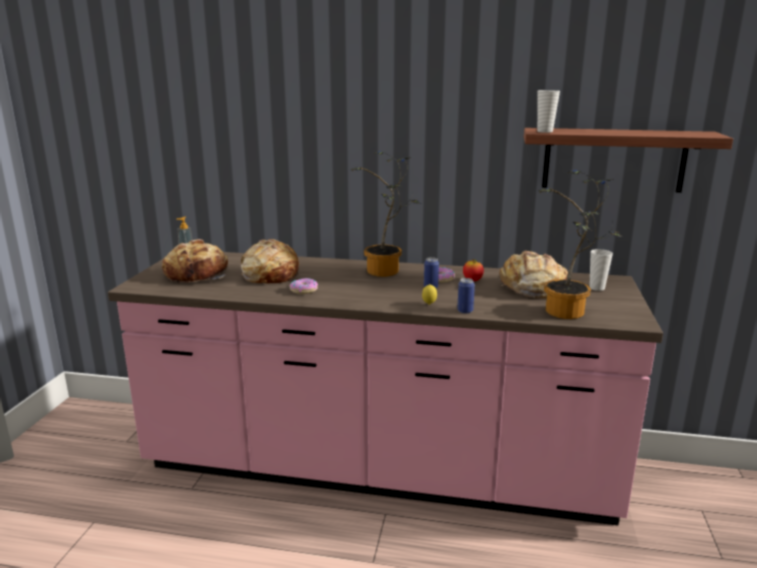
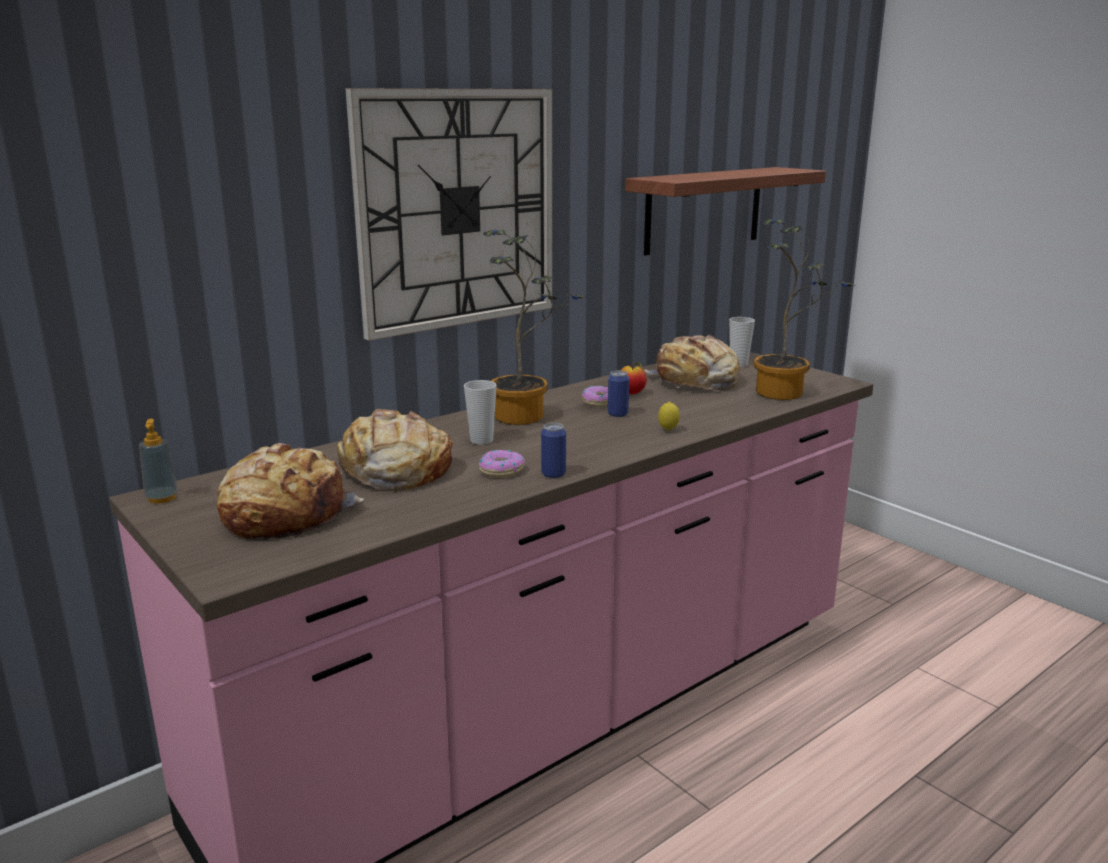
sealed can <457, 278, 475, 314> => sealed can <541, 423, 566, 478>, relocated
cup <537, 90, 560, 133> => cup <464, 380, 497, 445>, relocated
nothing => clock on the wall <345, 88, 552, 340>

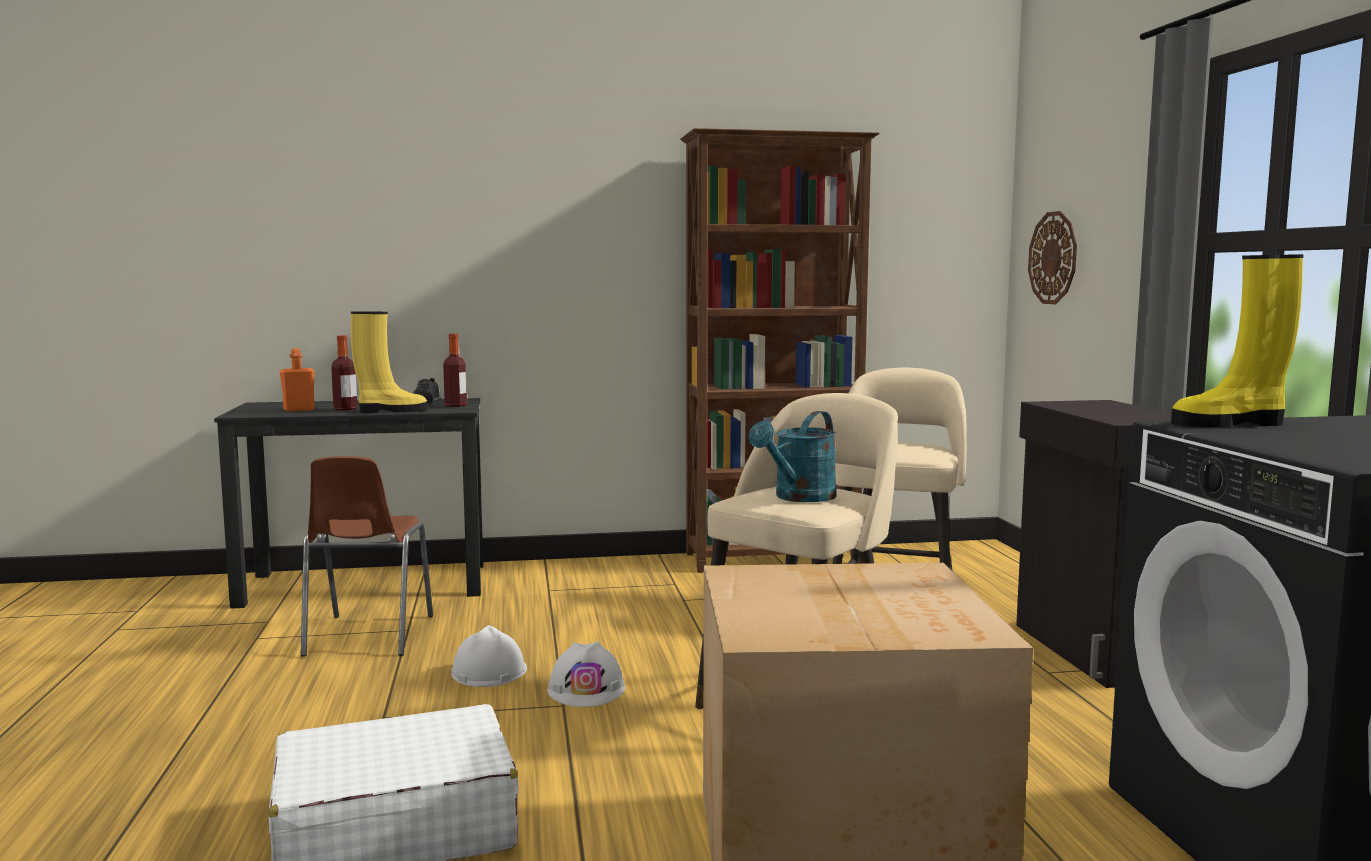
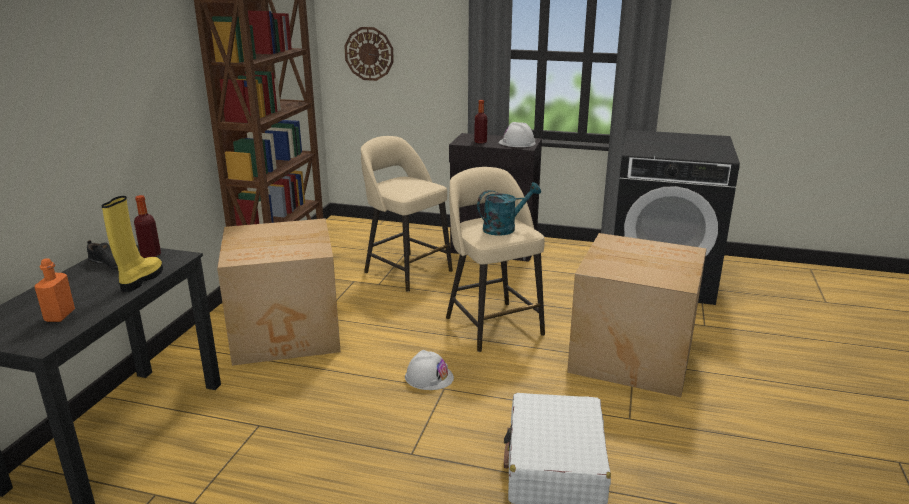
plain chair/brown-coloured <301, 456, 433, 657> => nothing
drink bottle <331, 335, 357, 410> => drink bottle <474, 100, 487, 143>, relocated
work helmet/white-coloured <451, 625, 527, 687> => work helmet/white-coloured <498, 122, 536, 147>, relocated
sprinkling can/blue-green <749, 411, 837, 502> => sprinkling can/blue-green <477, 182, 541, 236>, 90 degrees counterclockwise
boot/yellowish <1171, 254, 1304, 427> => nothing
nothing => carton <217, 218, 341, 366>

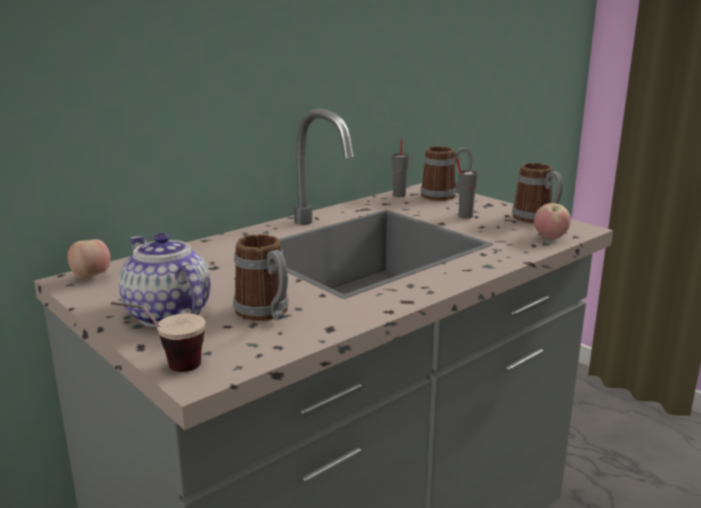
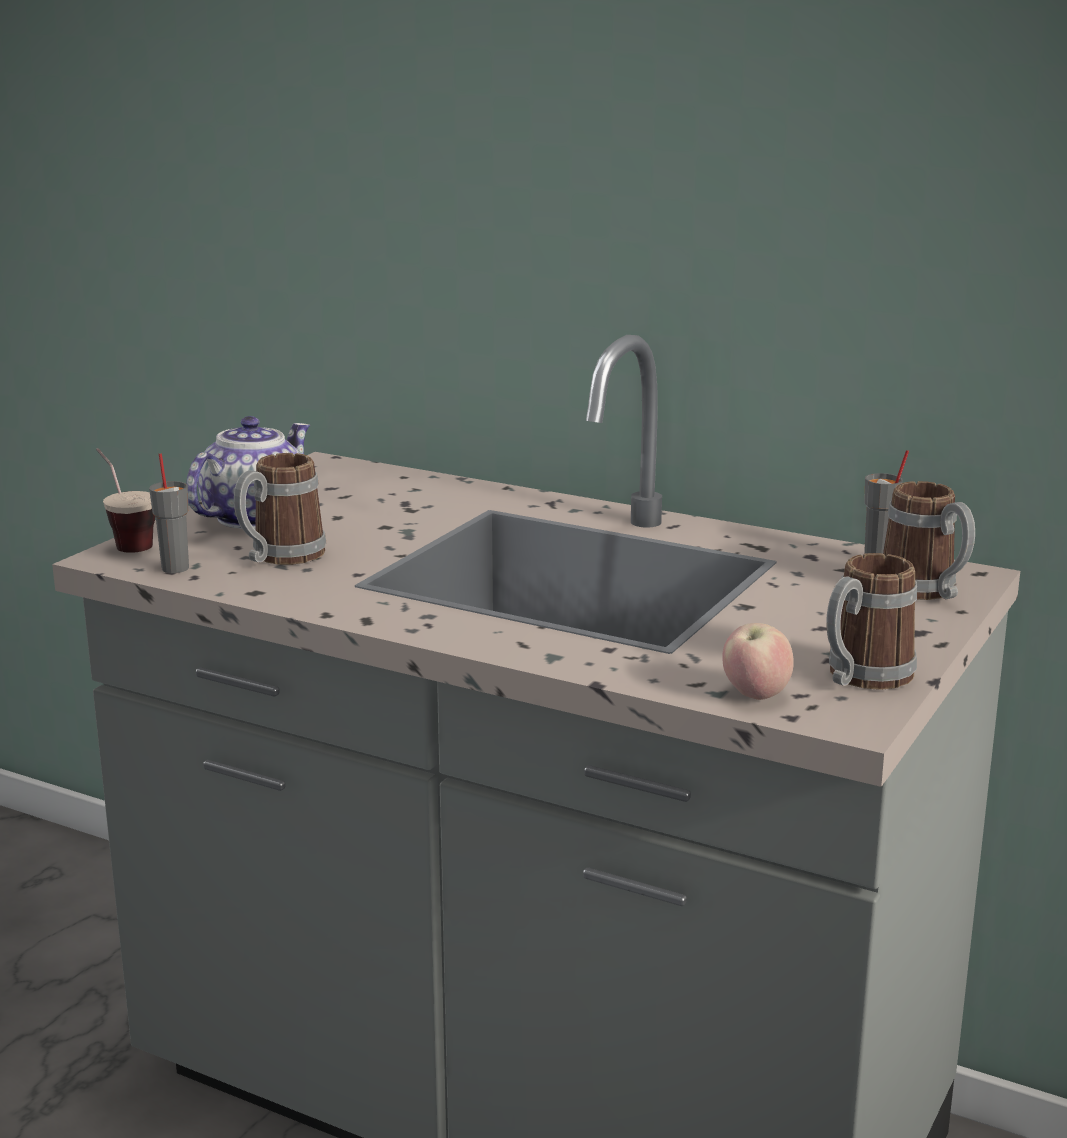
whole apple <67, 240, 111, 279> => nothing
cup/grey <456, 158, 478, 219> => cup/grey <149, 453, 189, 573>, relocated

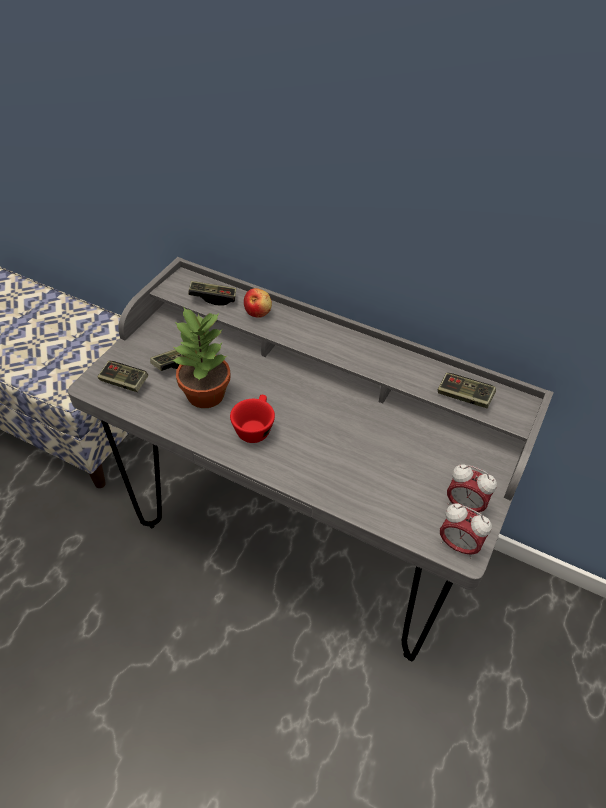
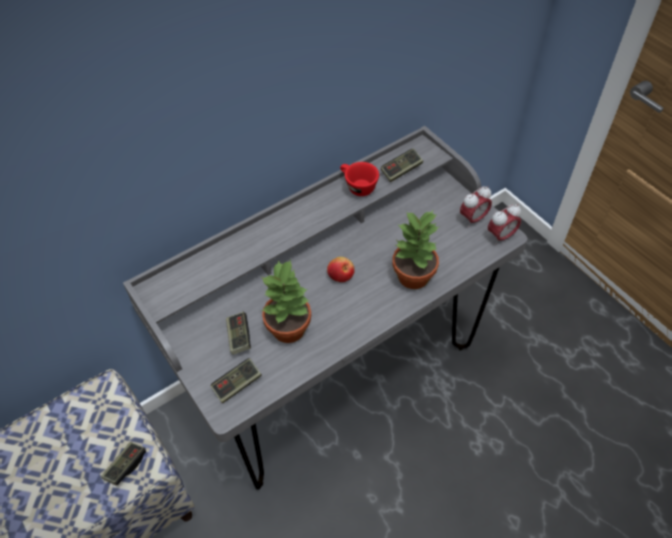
game controller <188, 281, 236, 306> => game controller <101, 442, 146, 486>, relocated
cup/red-coloured <230, 395, 275, 443> => cup/red-coloured <340, 162, 379, 196>, relocated
whole apple <244, 288, 272, 318> => whole apple <327, 257, 355, 282>, relocated
nothing => potted plant <392, 211, 440, 289>

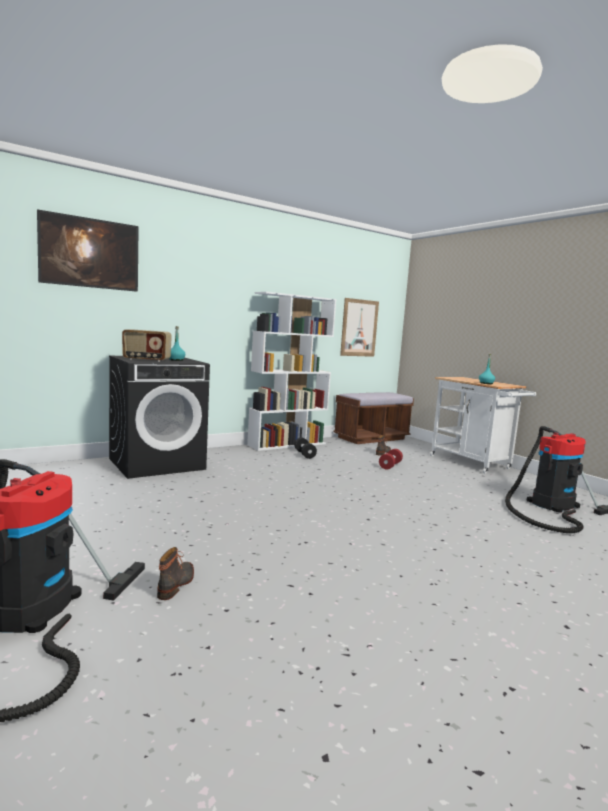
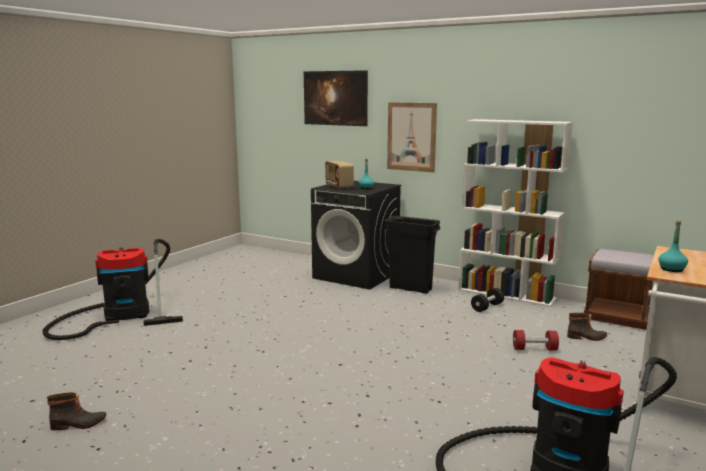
boot <157, 547, 194, 600> => boot <47, 392, 106, 430>, relocated
wall picture <340, 298, 379, 357> => wall picture <387, 102, 437, 172>, relocated
nothing => trash can/black-coloured <384, 216, 441, 294>

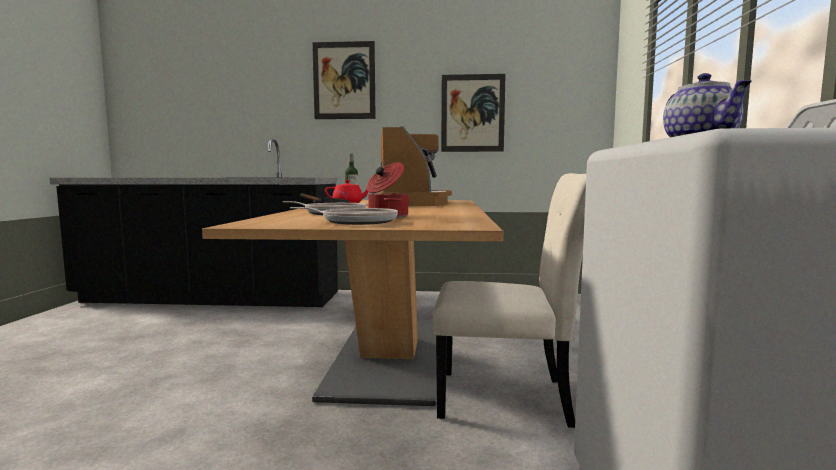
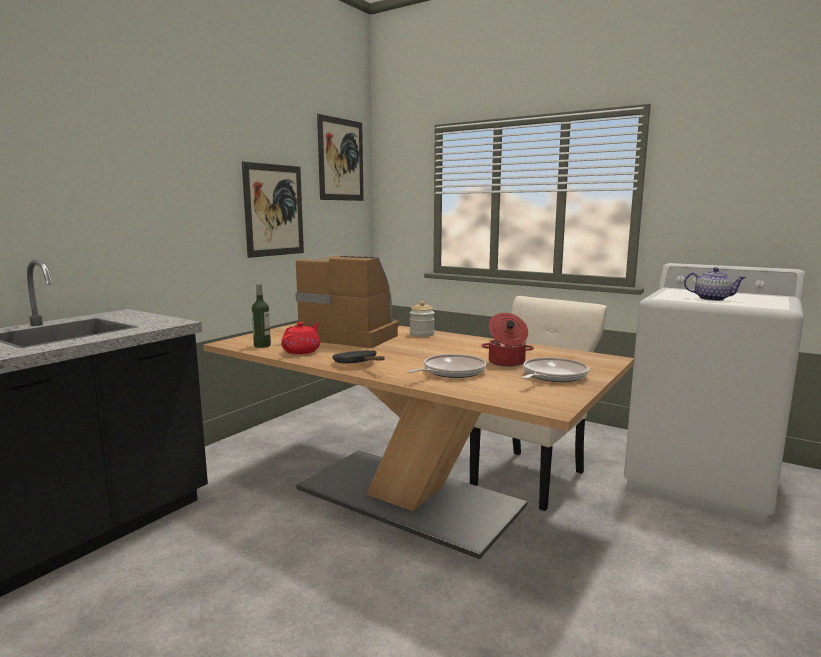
wall picture <312, 41, 376, 119> => wall picture <317, 114, 364, 201>, relocated
nothing => preserve jar <410, 301, 435, 337>

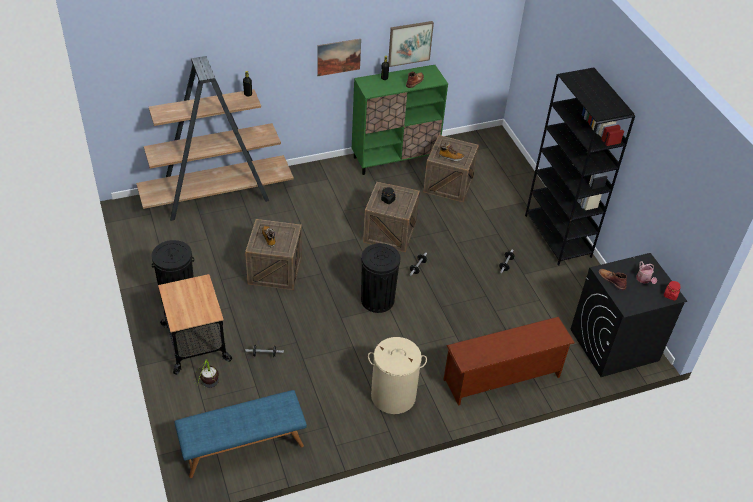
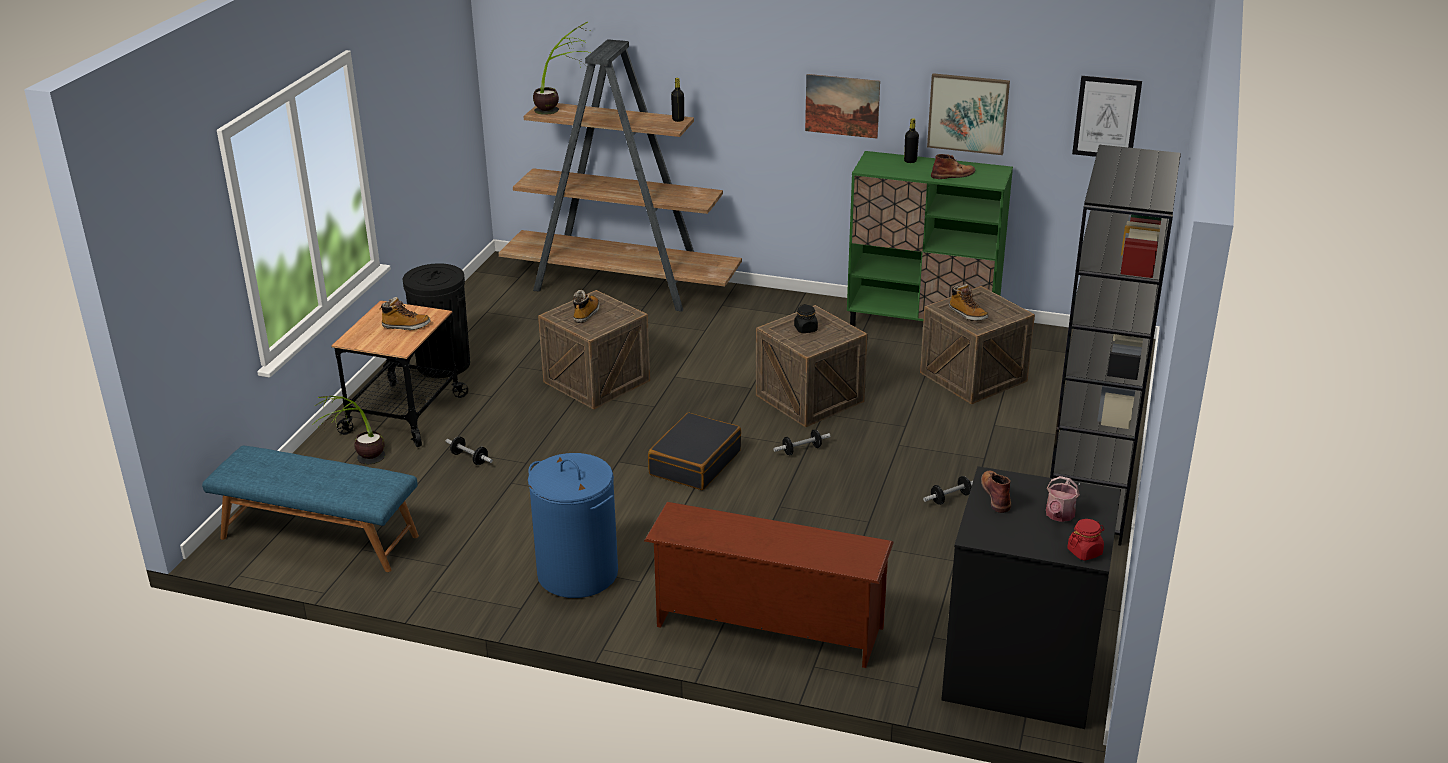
trash can/black-coloured <361, 243, 400, 313> => piece of luggage/black-coloured <648, 413, 741, 490>
hamper/sand-coloured <368, 337, 427, 414> => hamper/bluish <528, 453, 618, 598>
nothing => boot <380, 297, 430, 330>
nothing => potted plant <533, 21, 590, 115>
nothing => wall picture <1072, 76, 1142, 157>

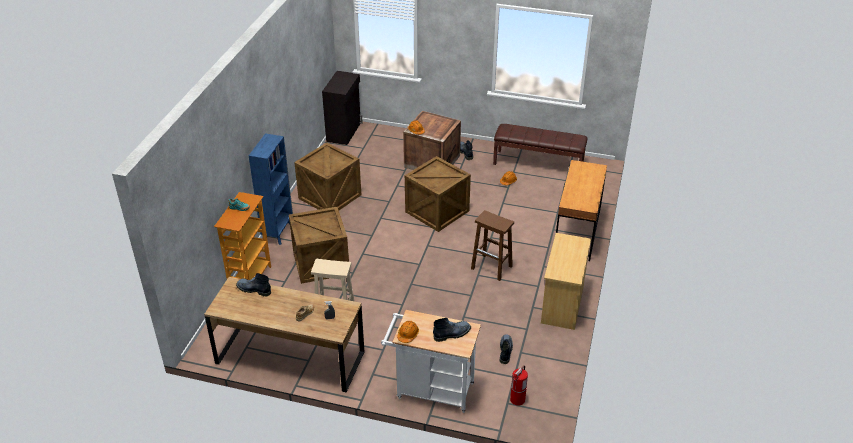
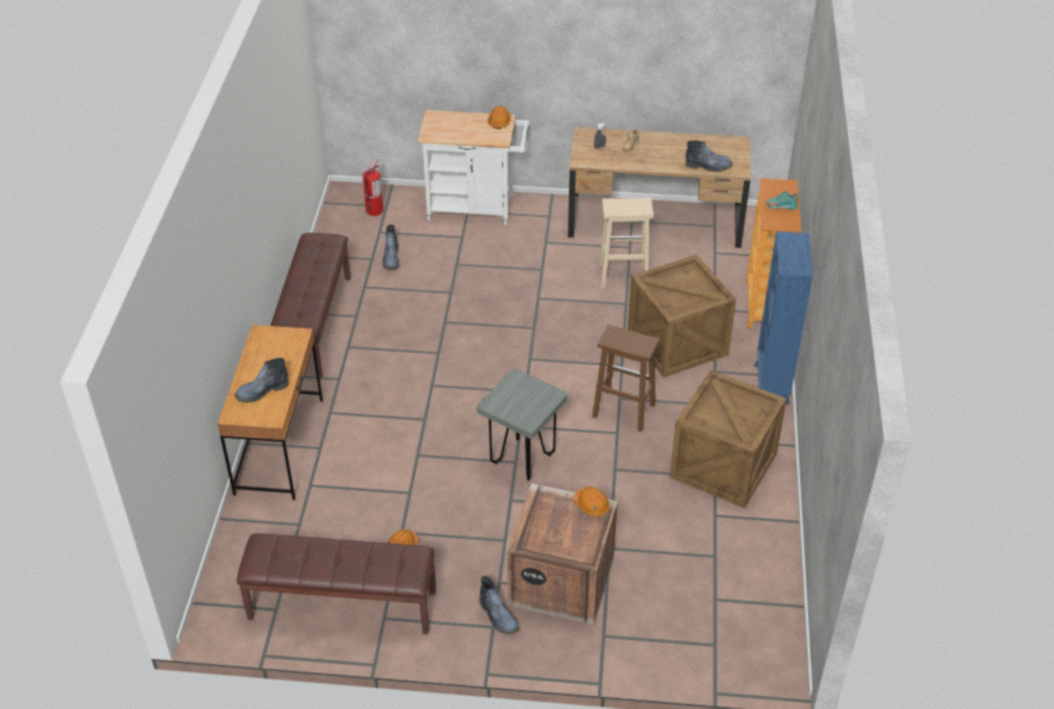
storage cabinet/black-coloured <322, 71, 363, 145> => nothing
crate <405, 156, 471, 232> => stool seat/grey <477, 368, 567, 481>
boot <433, 318, 471, 342> => boot <234, 358, 289, 403>, relocated
stool seat/brown-coloured <471, 210, 514, 281> => stool seat/brown-coloured <592, 325, 660, 432>, relocated
dresser/sand-coloured <541, 233, 591, 330> => bench/brown-coloured <270, 233, 351, 379>

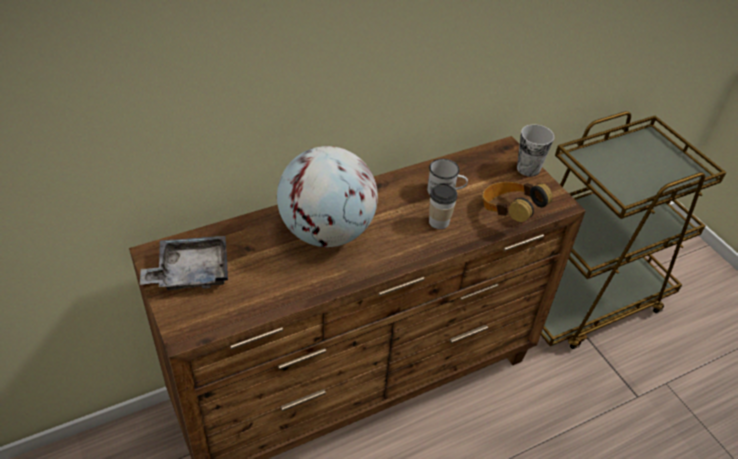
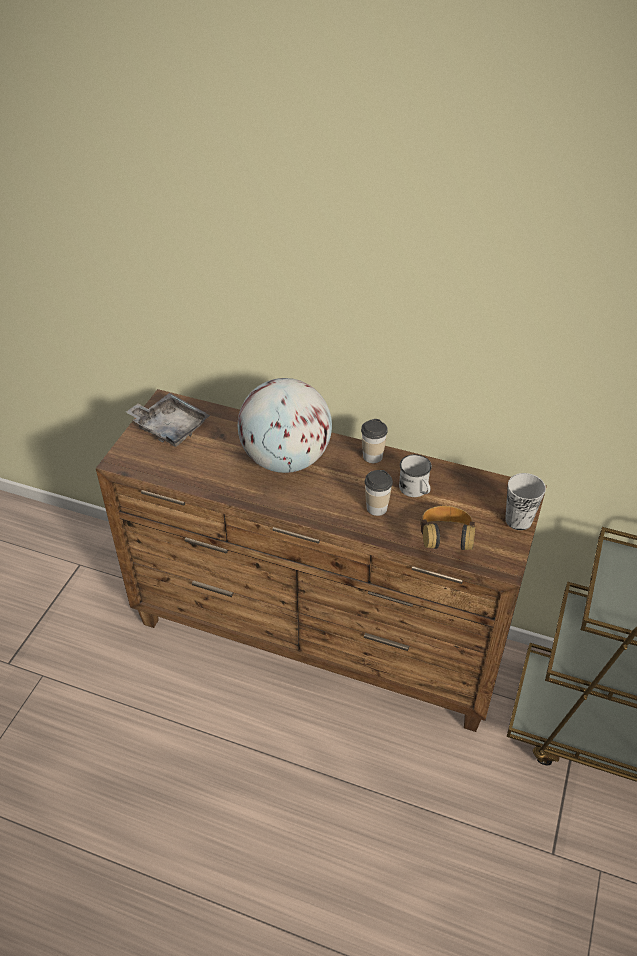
nothing => cup <361, 419, 388, 463>

